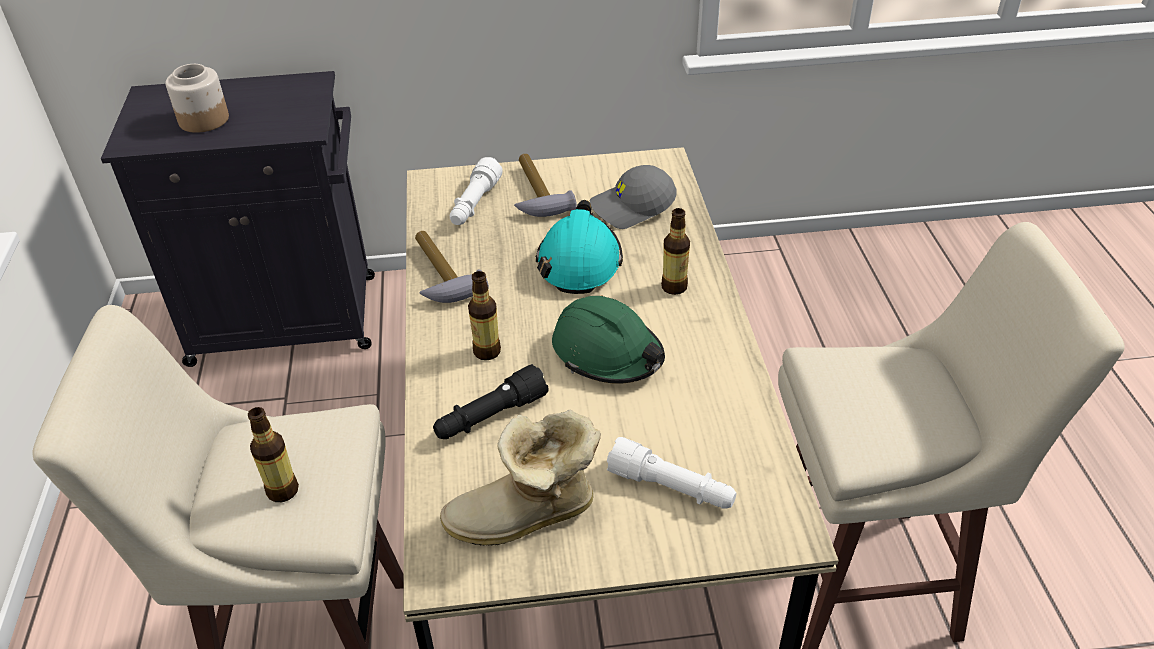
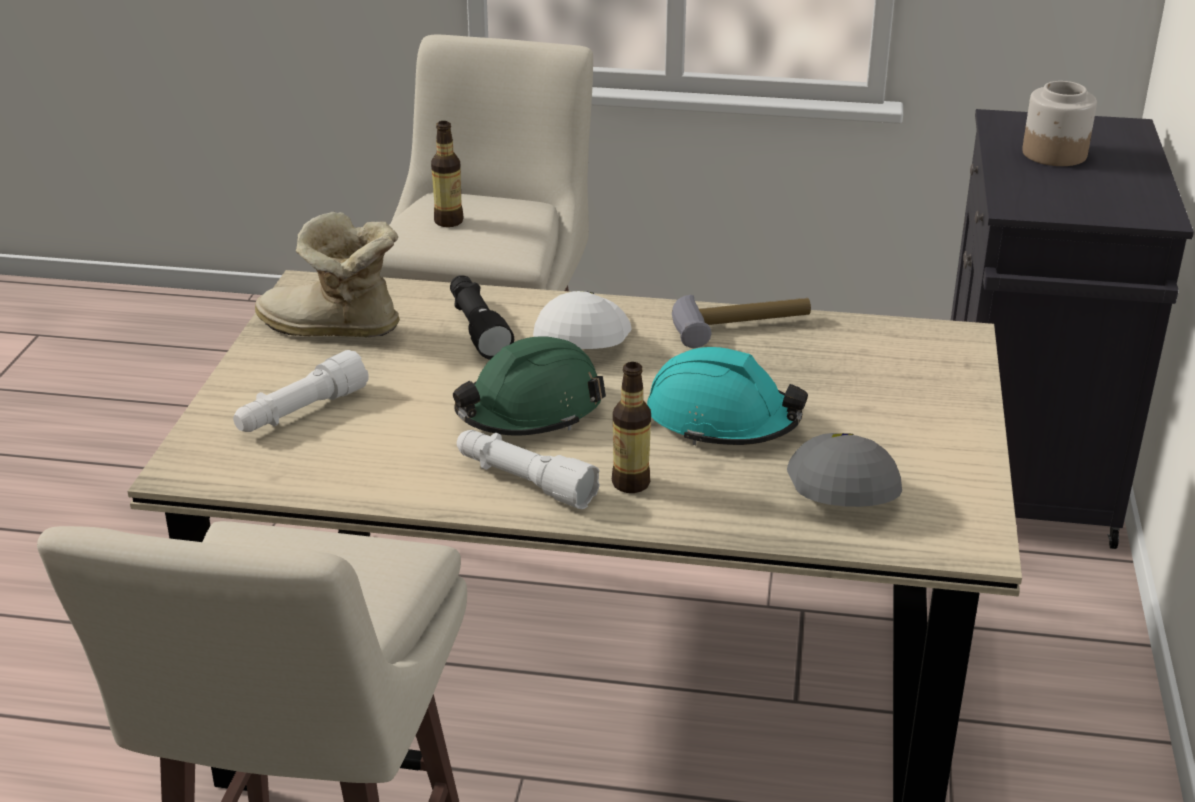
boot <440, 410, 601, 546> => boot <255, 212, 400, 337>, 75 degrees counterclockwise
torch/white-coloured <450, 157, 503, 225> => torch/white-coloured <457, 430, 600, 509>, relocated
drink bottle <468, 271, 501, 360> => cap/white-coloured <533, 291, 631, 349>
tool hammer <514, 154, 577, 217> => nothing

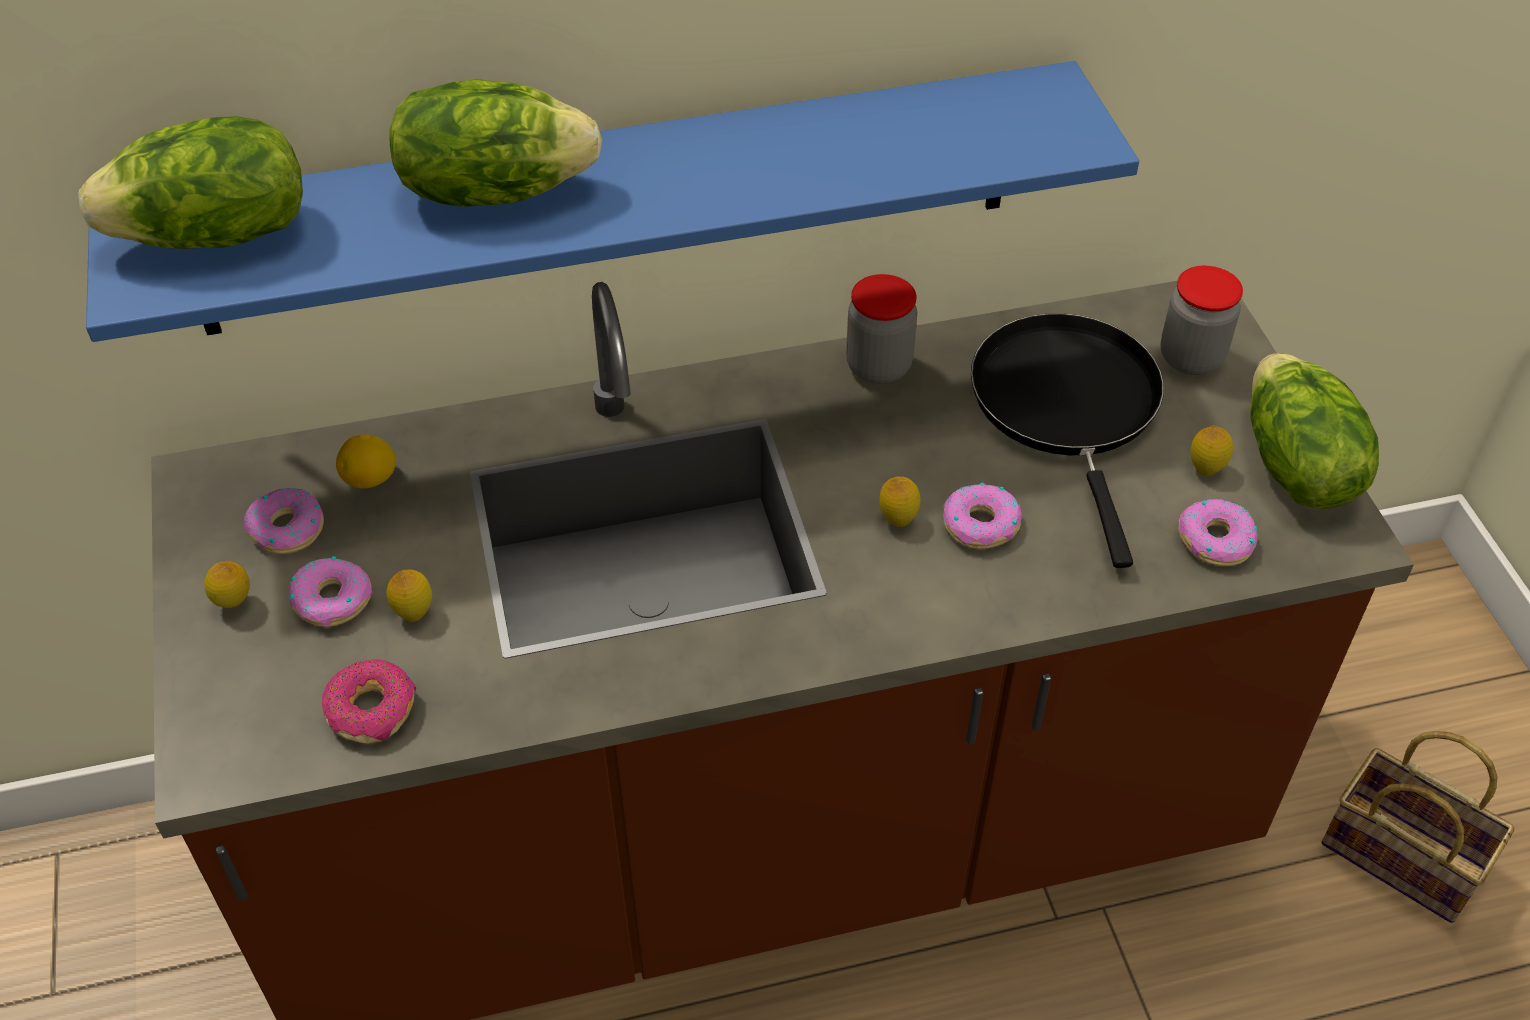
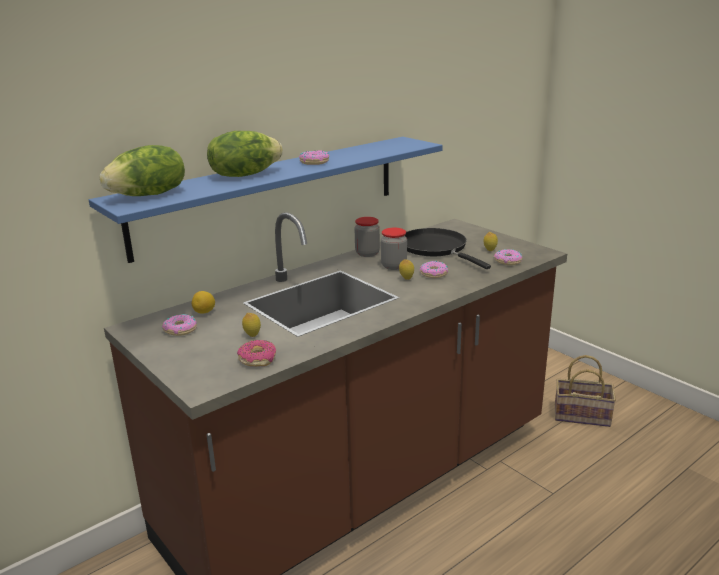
citrus fruit <204, 561, 250, 608> => nothing
doughnut <289, 556, 372, 627> => doughnut <299, 150, 329, 165>, relocated
preserve jar <1160, 266, 1243, 375> => preserve jar <381, 228, 407, 270>, relocated
lettuce <1250, 353, 1379, 509> => nothing

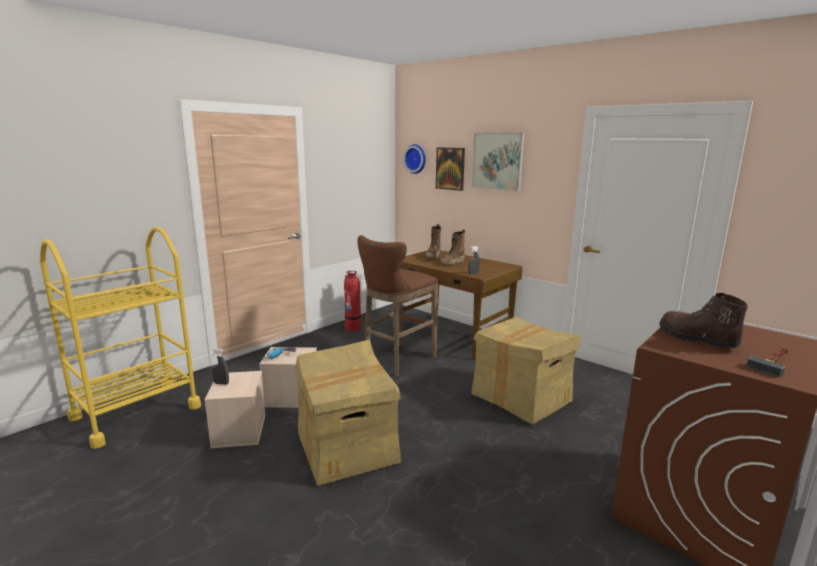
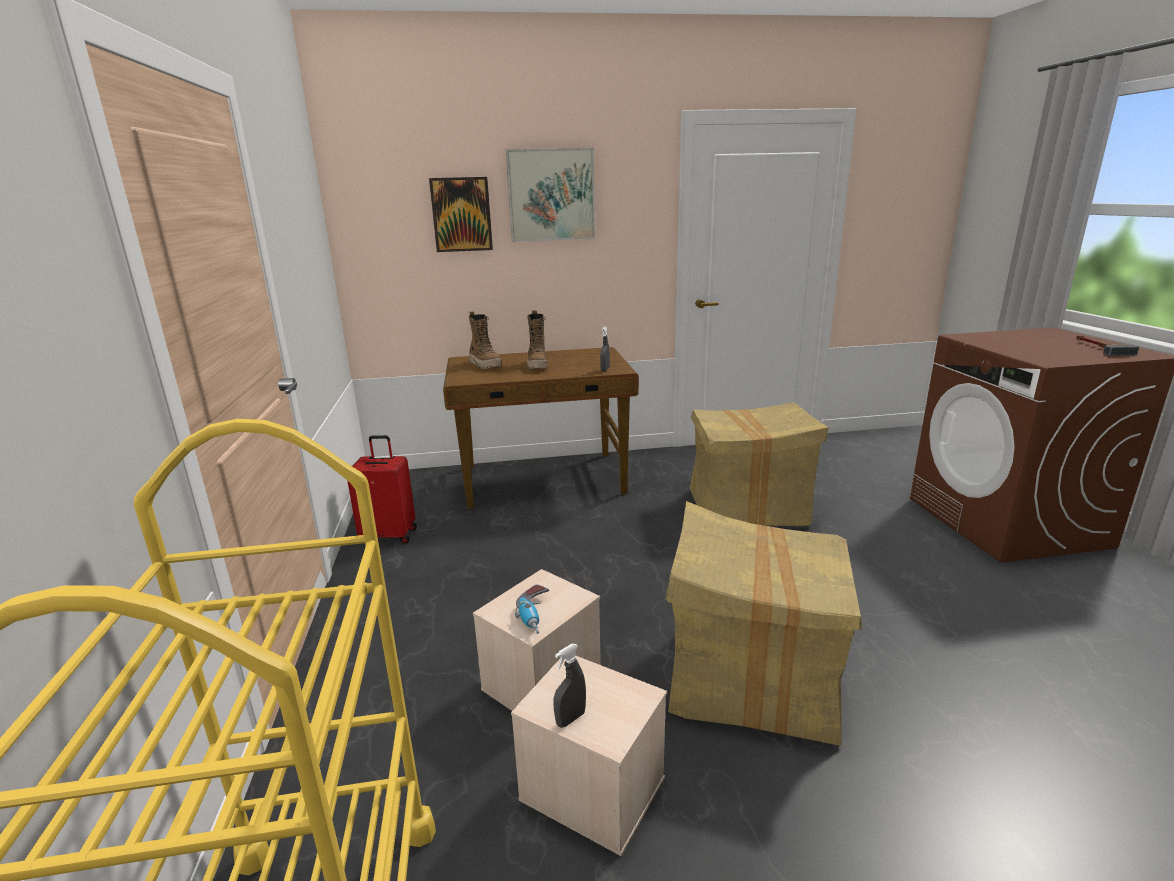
extinguisher <344, 271, 361, 331> => piece of luggage/red-coloured <348, 435, 417, 543>
stool seat/brown-coloured <358, 235, 438, 377> => nothing
clock on the wall <403, 144, 426, 174> => nothing
boot/brown-coloured <659, 293, 748, 349> => nothing

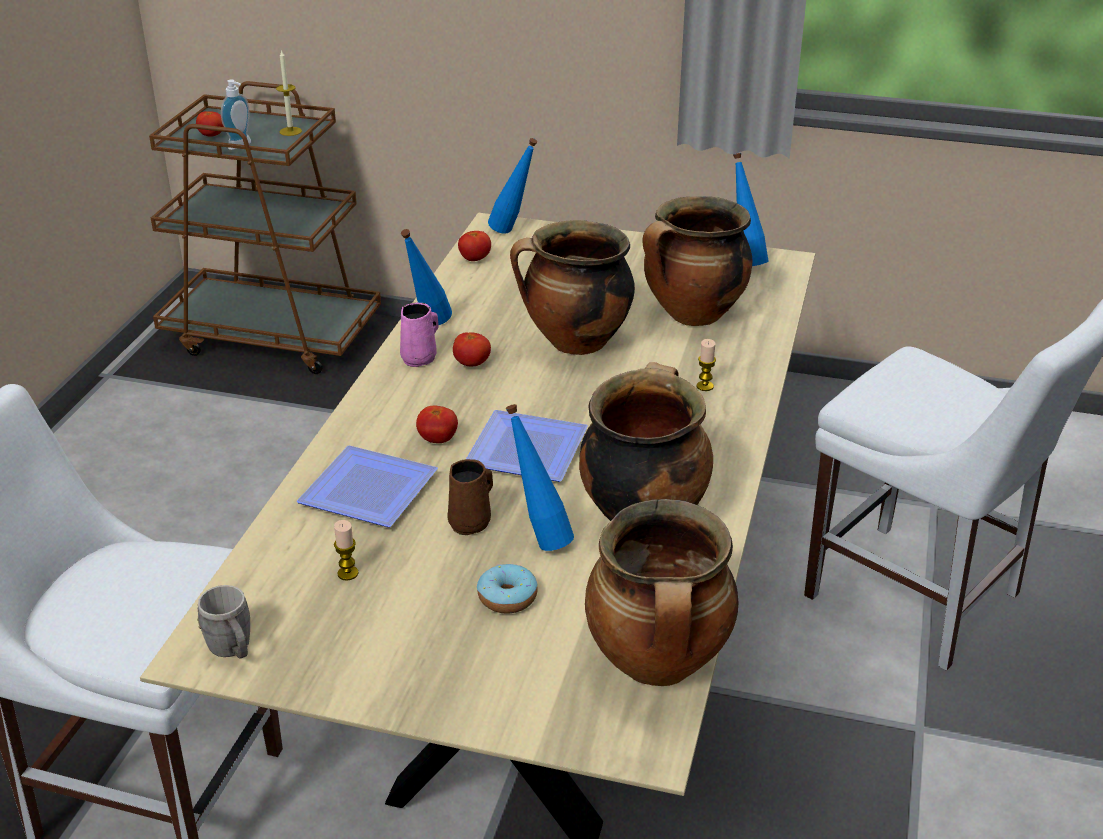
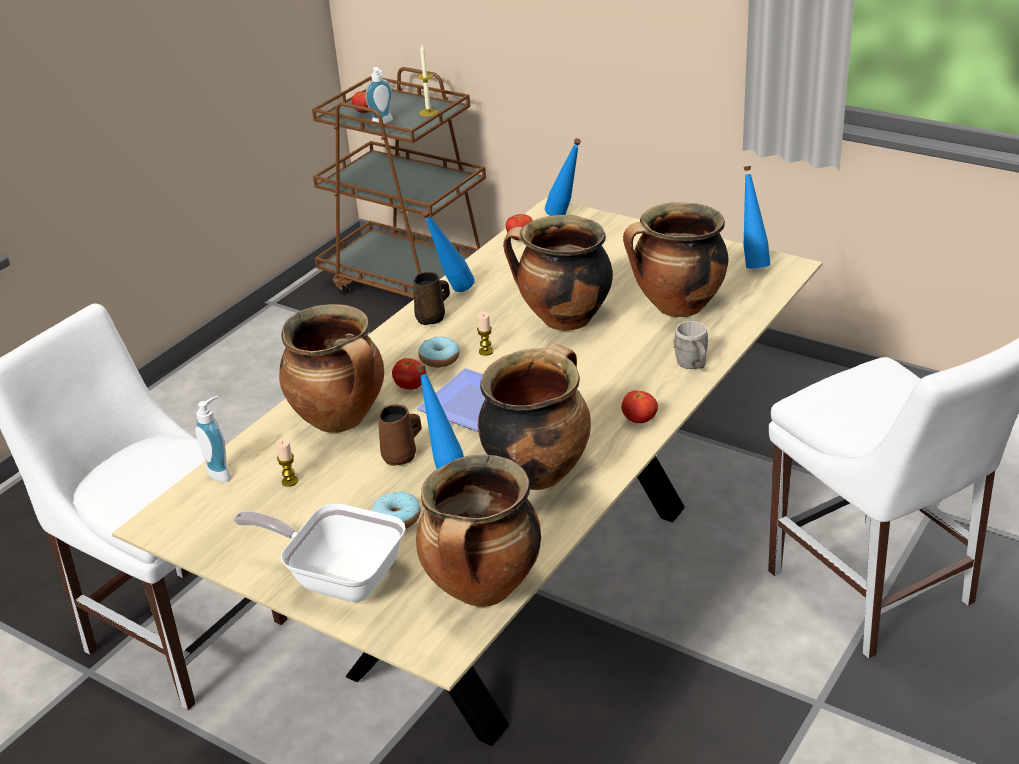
mug/grey <197, 585, 250, 659> => mug/grey <673, 321, 708, 369>, relocated
flat dish <297, 445, 438, 527> => stockpot <279, 304, 384, 433>
mug/pink <400, 303, 439, 367> => mug/brown-coloured <413, 272, 450, 325>
whole tomato <453, 333, 491, 366> => whole tomato <621, 390, 658, 423>, relocated
wax light <697, 339, 716, 391> => wax light <477, 312, 493, 356>, relocated
nothing => soap dispenser <195, 396, 231, 482>
nothing => skillet <234, 503, 406, 602>
nothing => doughnut <419, 336, 460, 367>

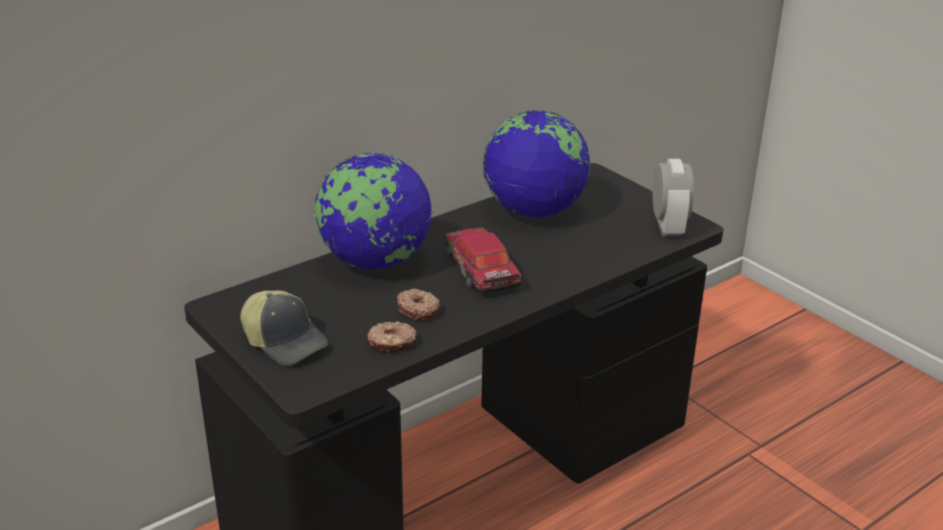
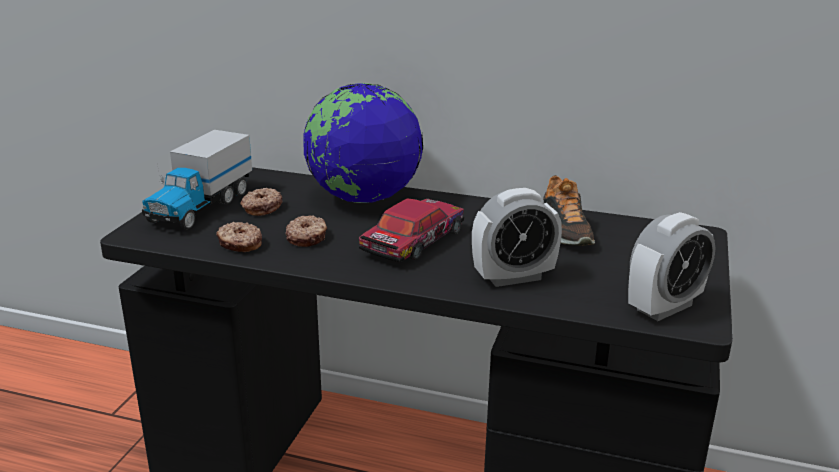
cap <240, 290, 329, 366> => toy lorry <142, 130, 252, 230>
desk globe <483, 110, 590, 218> => item of footwear <543, 175, 595, 246>
nothing => doughnut <240, 188, 282, 216>
nothing => alarm clock <472, 188, 562, 287>

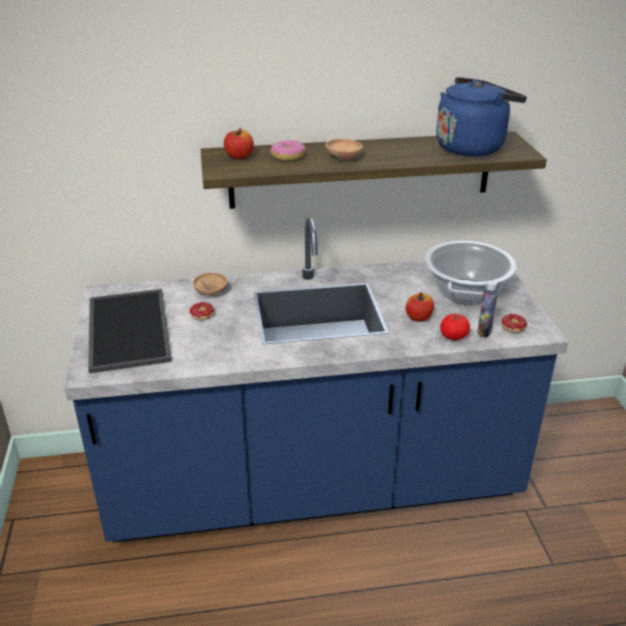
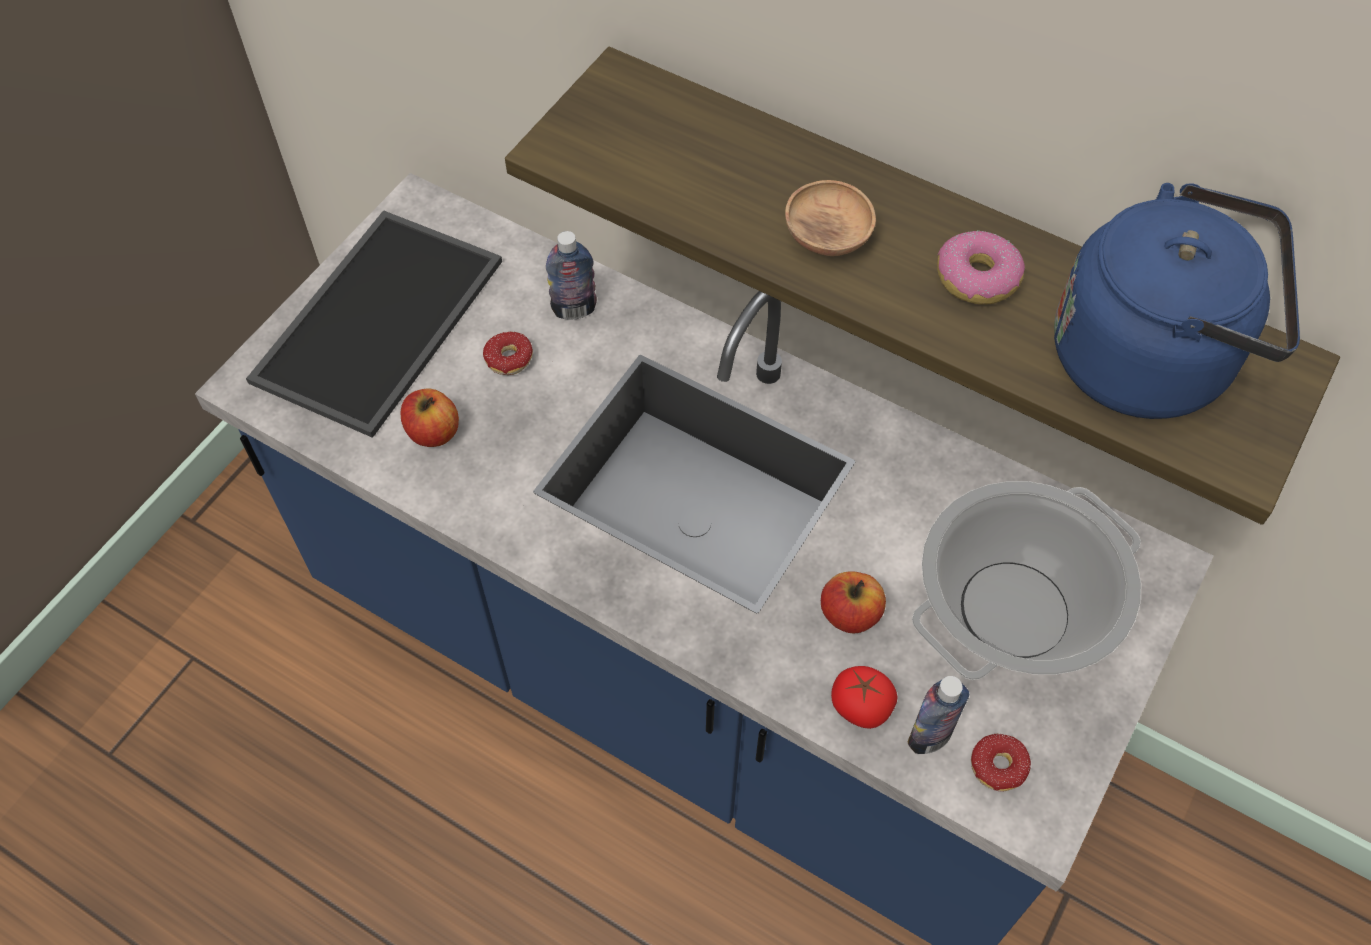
deep dish/brown-coloured <193, 273, 228, 296> => drink bottle <546, 231, 597, 320>
whole apple <224, 128, 254, 159> => whole apple <401, 388, 459, 447>, relocated
doughnut <271, 140, 306, 161> => doughnut <937, 230, 1025, 304>, relocated

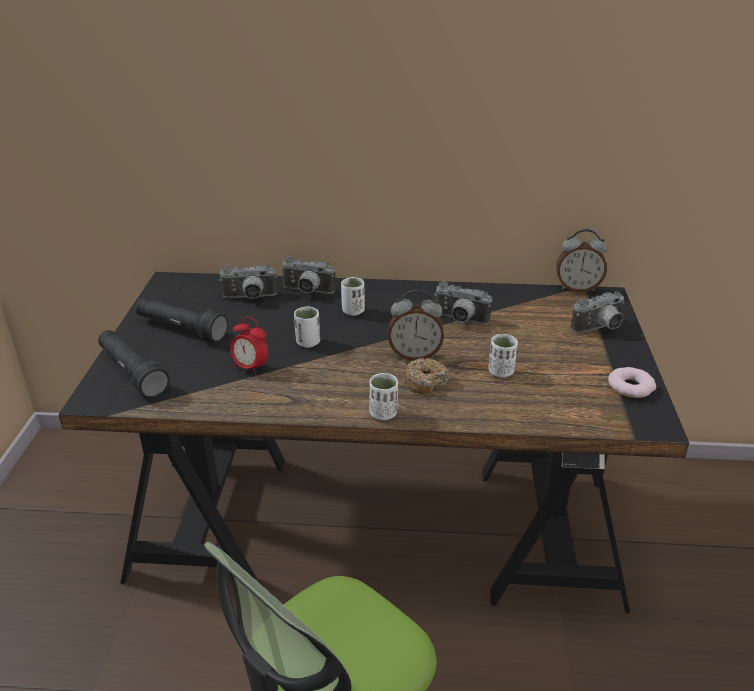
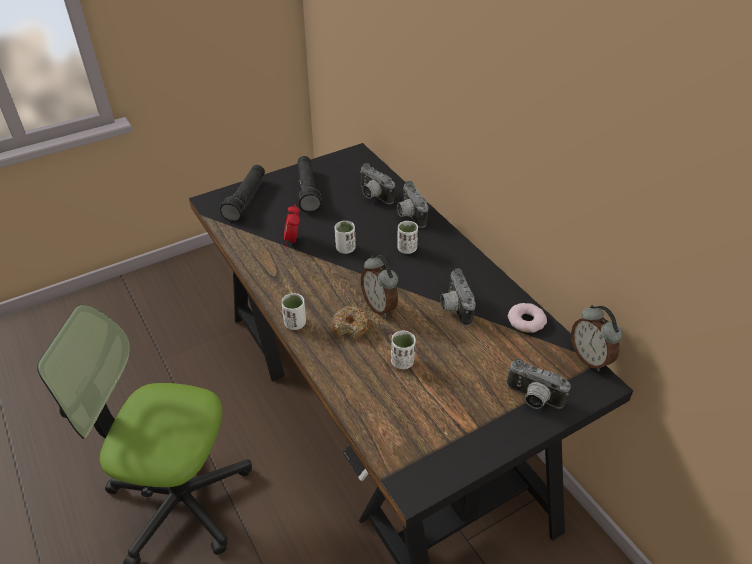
doughnut <608, 367, 656, 398> => doughnut <508, 303, 547, 333>, relocated

